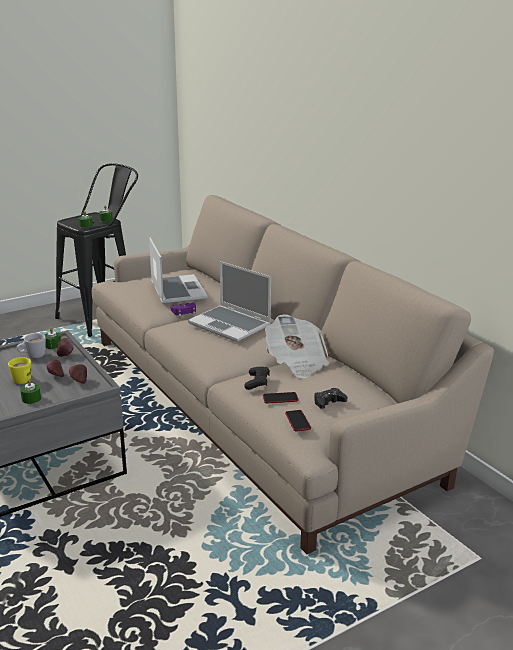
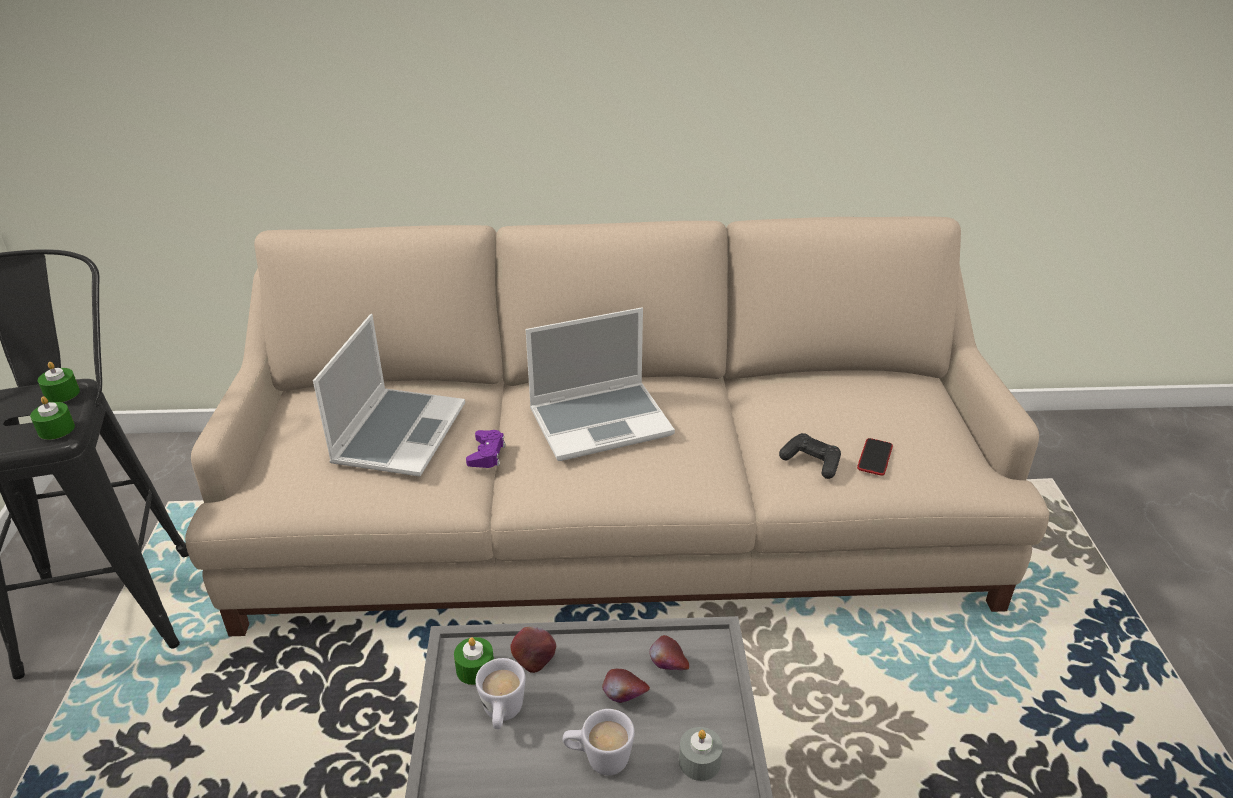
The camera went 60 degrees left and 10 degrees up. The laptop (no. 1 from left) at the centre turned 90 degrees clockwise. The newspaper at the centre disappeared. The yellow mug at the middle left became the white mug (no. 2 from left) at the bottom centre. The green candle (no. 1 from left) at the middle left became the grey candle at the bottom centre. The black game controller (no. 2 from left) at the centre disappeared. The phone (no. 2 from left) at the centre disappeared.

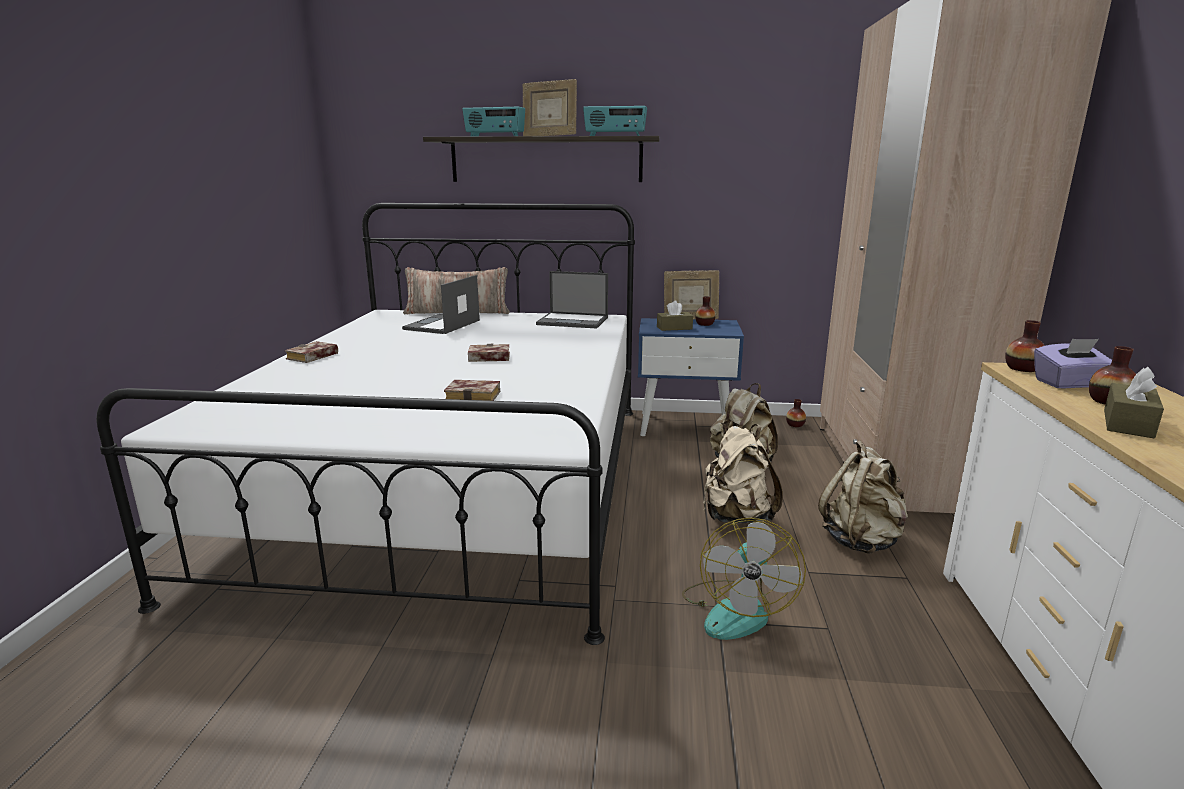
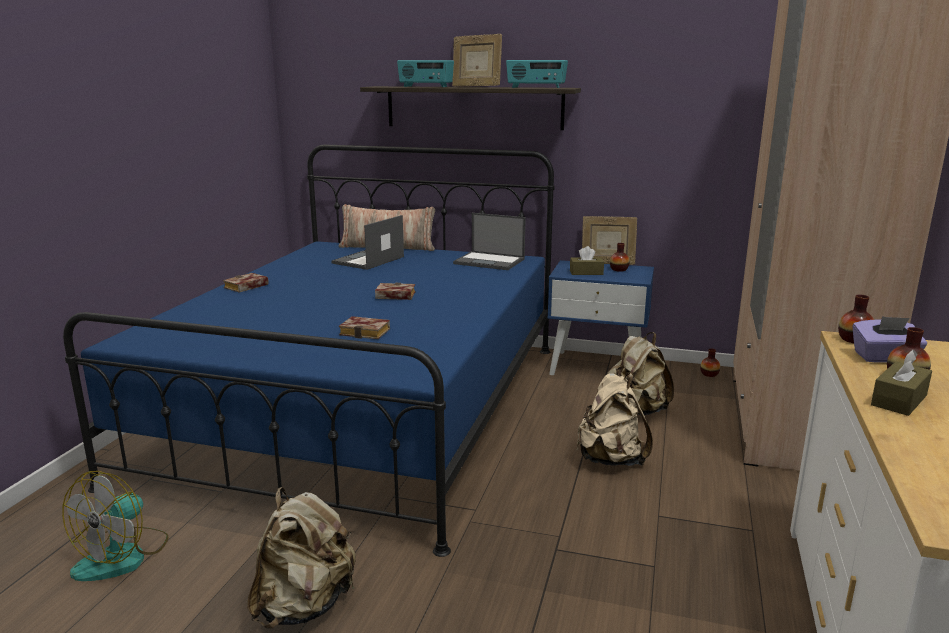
The camera went 10 degrees right and 0 degrees up. The white bed at the middle left became the blue bed at the middle left. The beige backpack (no. 3 from left in the first image) moved from the middle right to the bottom left. The fan moved from the bottom centre to the bottom left.

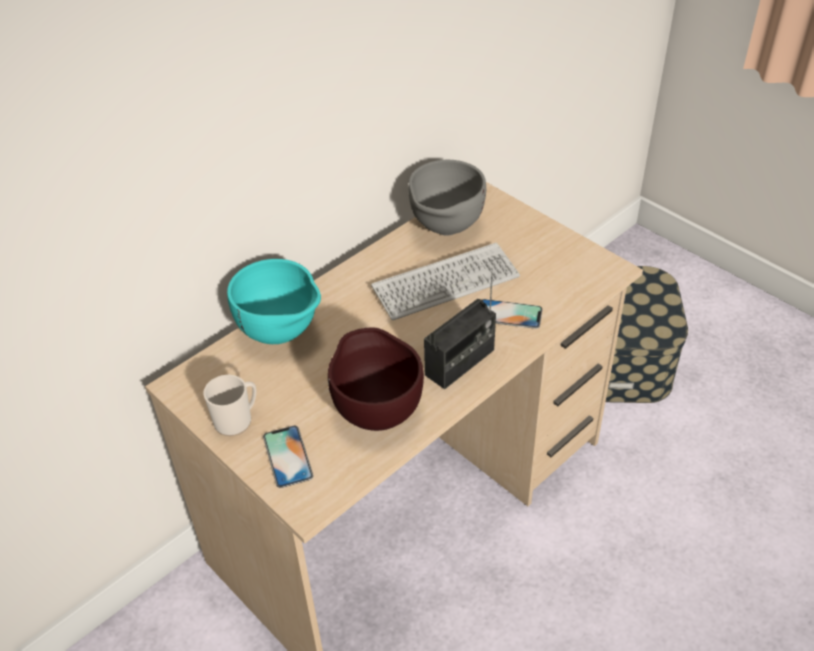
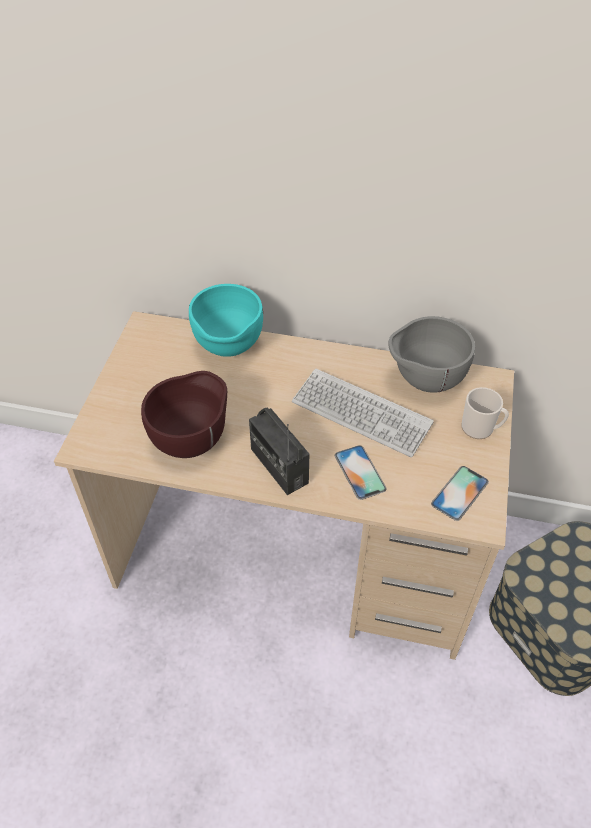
The camera went 55 degrees right and 5 degrees up. The radio at the centre turned 45 degrees clockwise. The mug moved from the middle left to the middle right. The phone (no. 1 from left in the first image) moved from the bottom centre to the middle right.

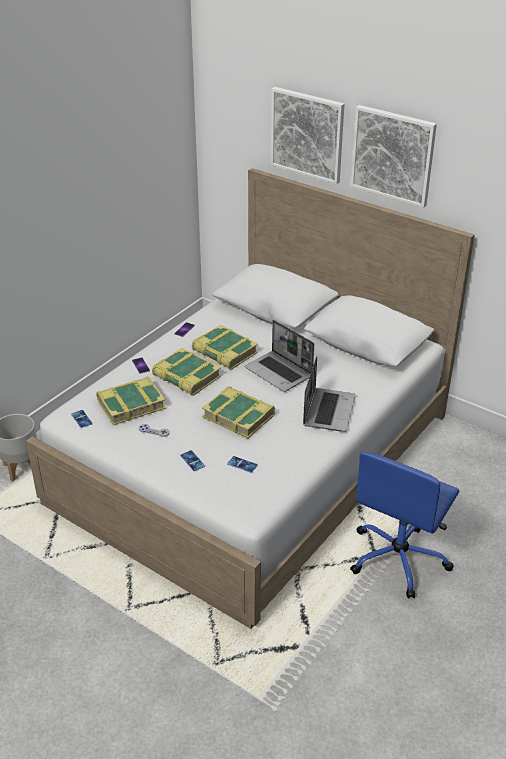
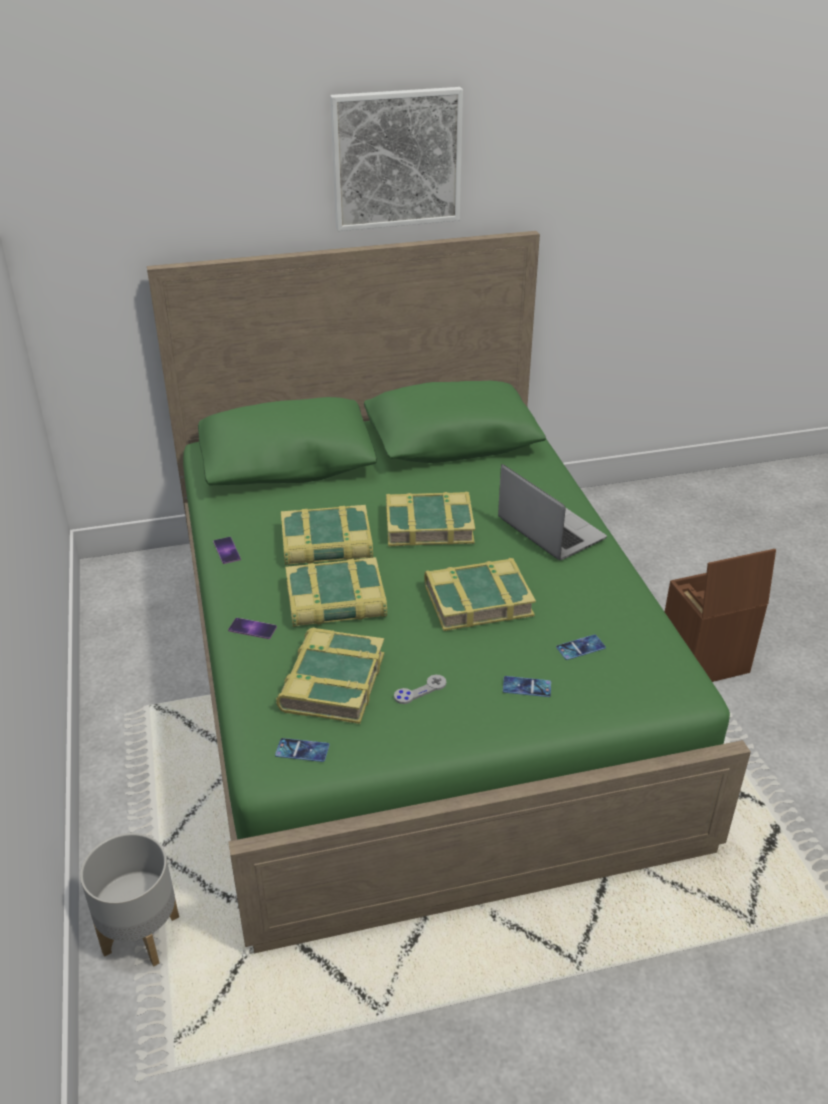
The camera went 50 degrees left and 0 degrees up. The picture (no. 1 from left) at the top centre disappeared. The white bed at the centre became the green bed at the centre. The laptop (no. 1 from left) at the centre was replaced by the book (no. 4 from left) at the centre. The blue office chair at the bottom right was replaced by the brown storage box at the middle right.

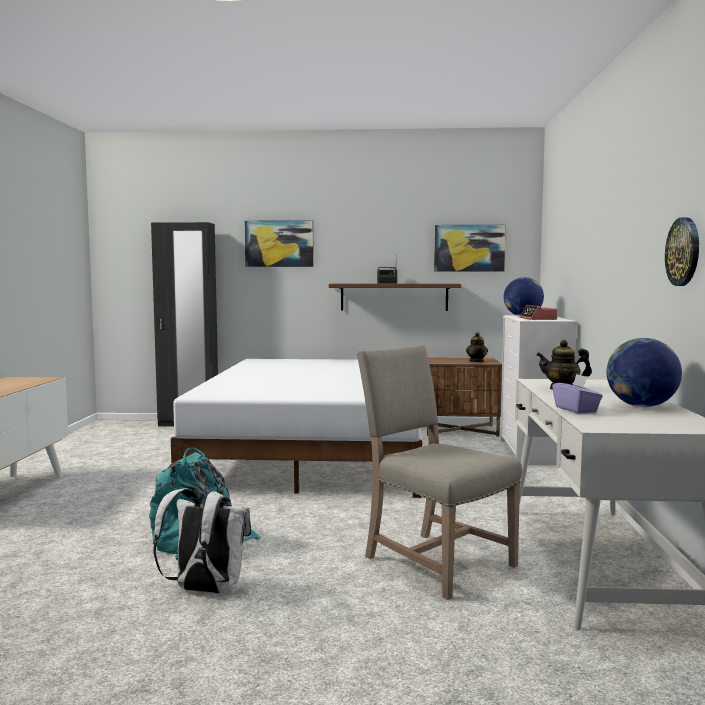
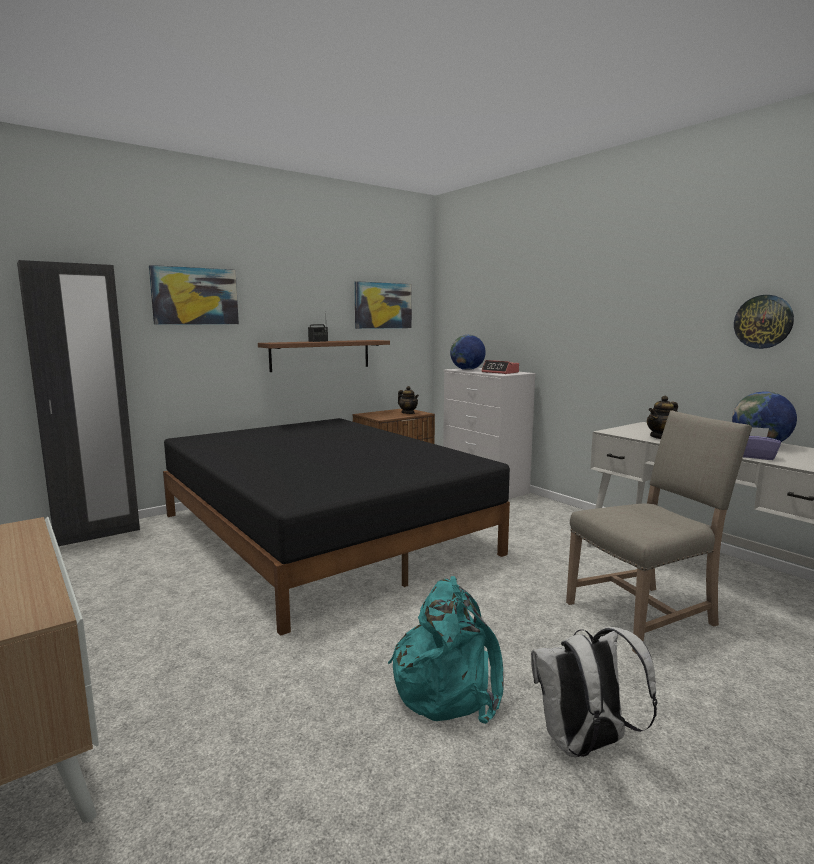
The camera went 40 degrees left and 5 degrees up. The beige chair at the bottom centre turned 150 degrees clockwise. The white bed at the centre became the black bed at the centre.

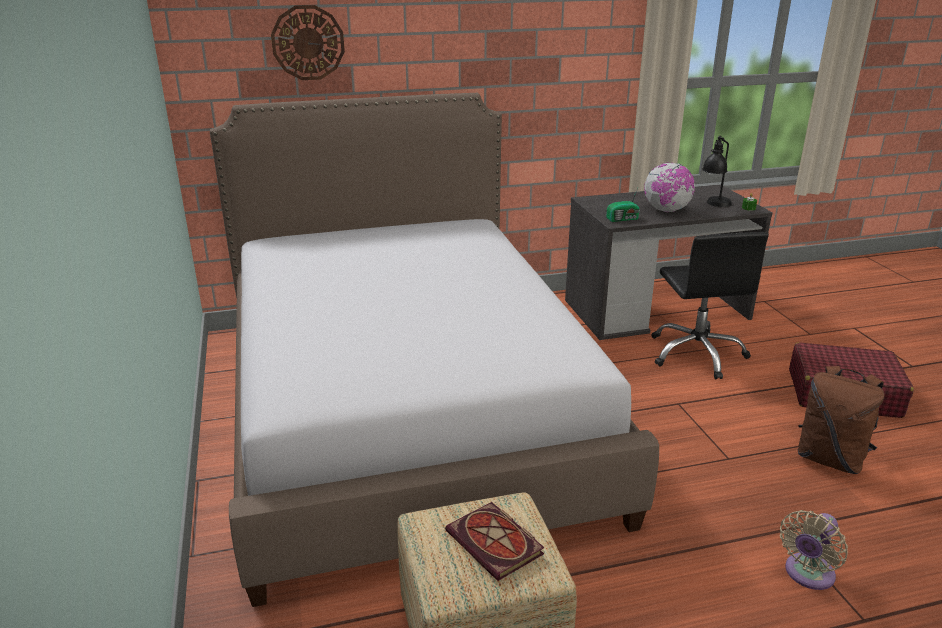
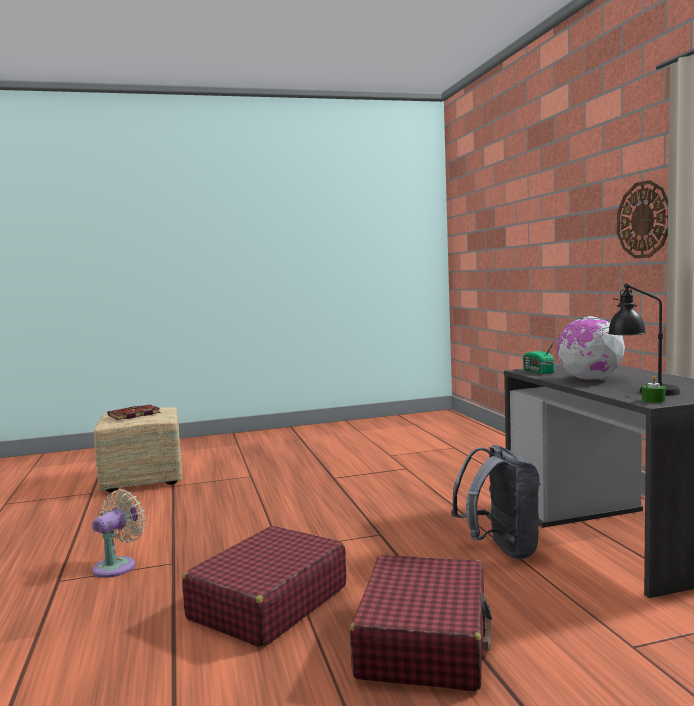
The camera went 90 degrees right and 20 degrees down. The wall clock moved from the top left to the top right. The bed at the centre disappeared. The black office chair at the middle right was replaced by the grey backpack at the bottom right. The brown backpack at the bottom right was replaced by the red suitcase (no. 1 from left) at the bottom centre. The beige fan at the bottom right turned 75 degrees clockwise.

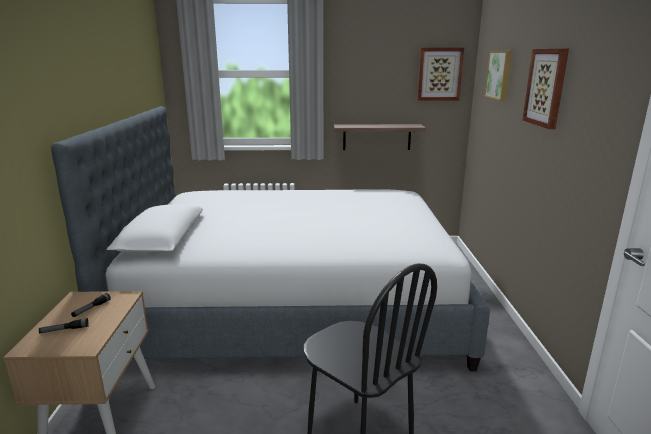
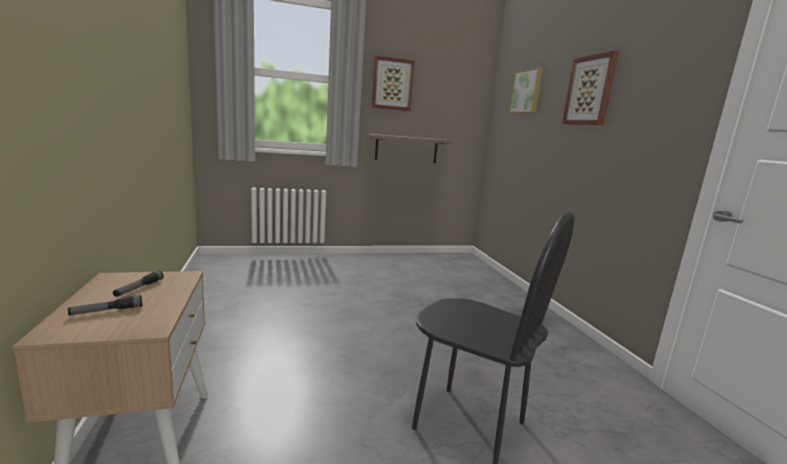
The camera went 15 degrees left and 5 degrees down. The picture (no. 1 from left) moved from the top right to the top centre. The bed at the centre disappeared.

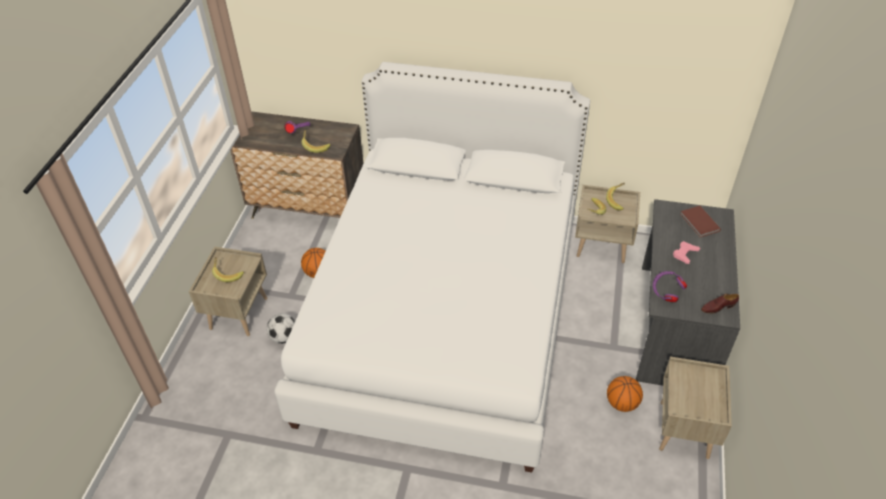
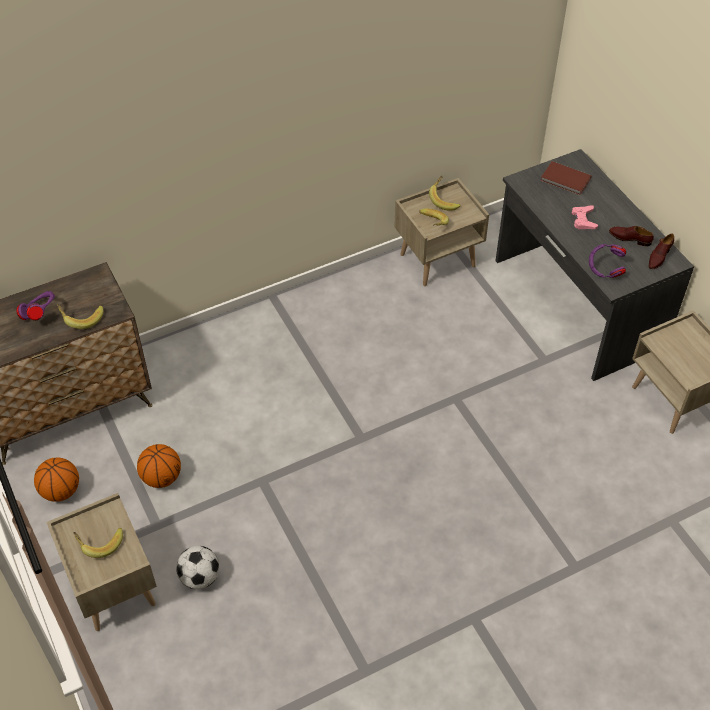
The camera went 40 degrees left and 5 degrees up. The white bed at the centre disappeared. The basketball (no. 2 from left in the first image) moved from the bottom right to the bottom left. The brown shoe (no. 1 from left) at the top right appeared.

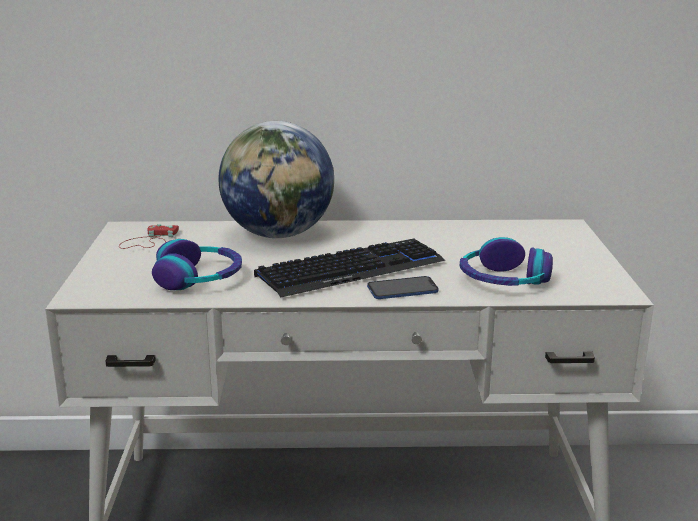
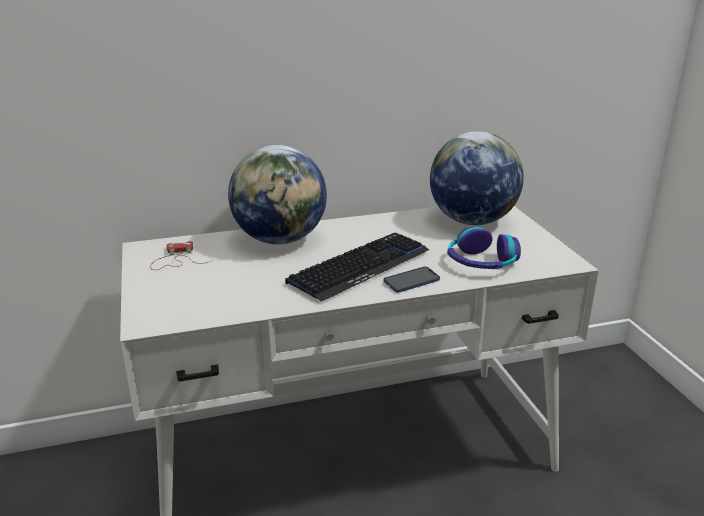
The camera went 15 degrees left and 5 degrees up. The headphones (no. 1 from left) at the middle left disappeared. The globe (no. 2 from left) at the middle right appeared.

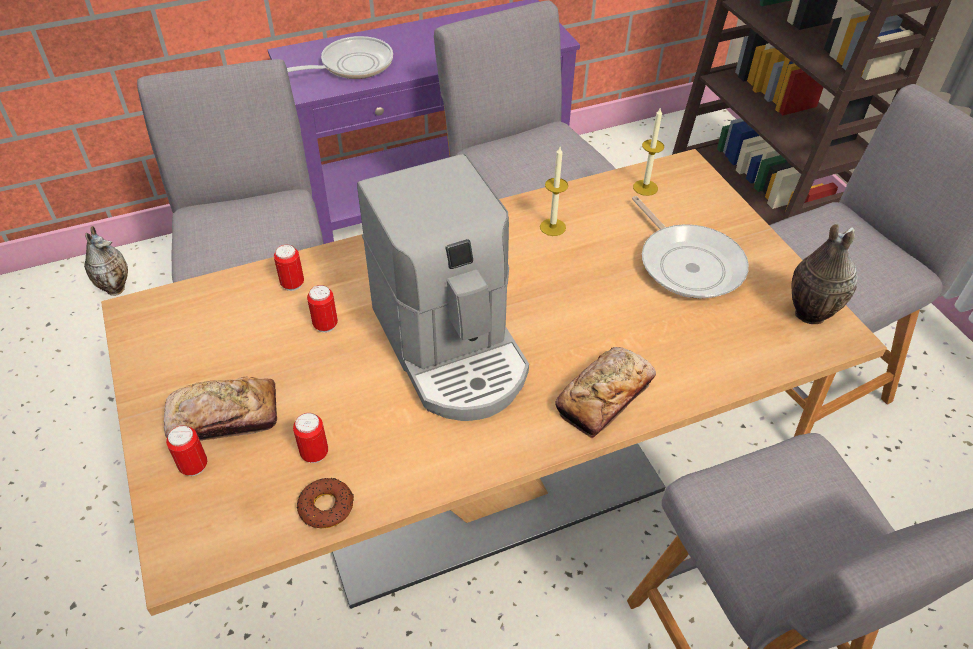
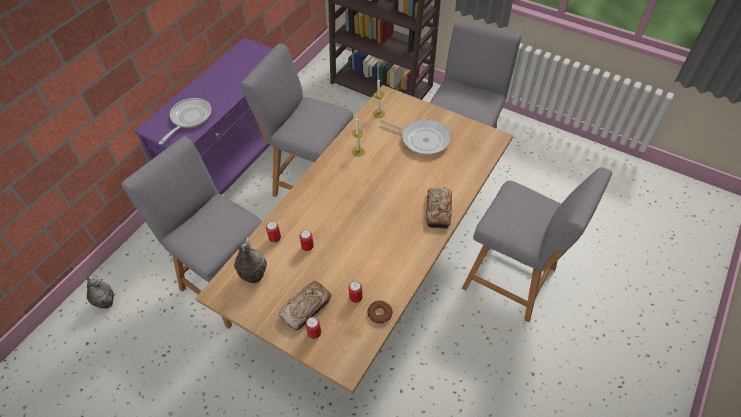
The camera went 35 degrees left and 5 degrees up. The coffee machine at the centre disappeared. The vase (no. 2 from left) moved from the middle right to the centre.

